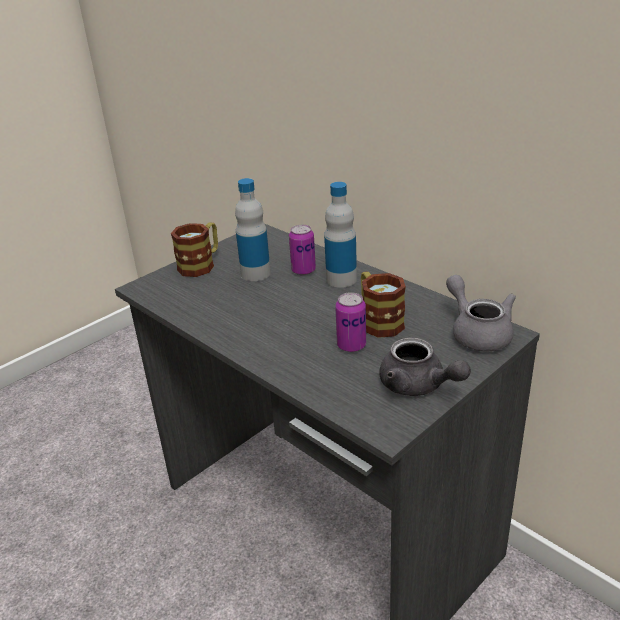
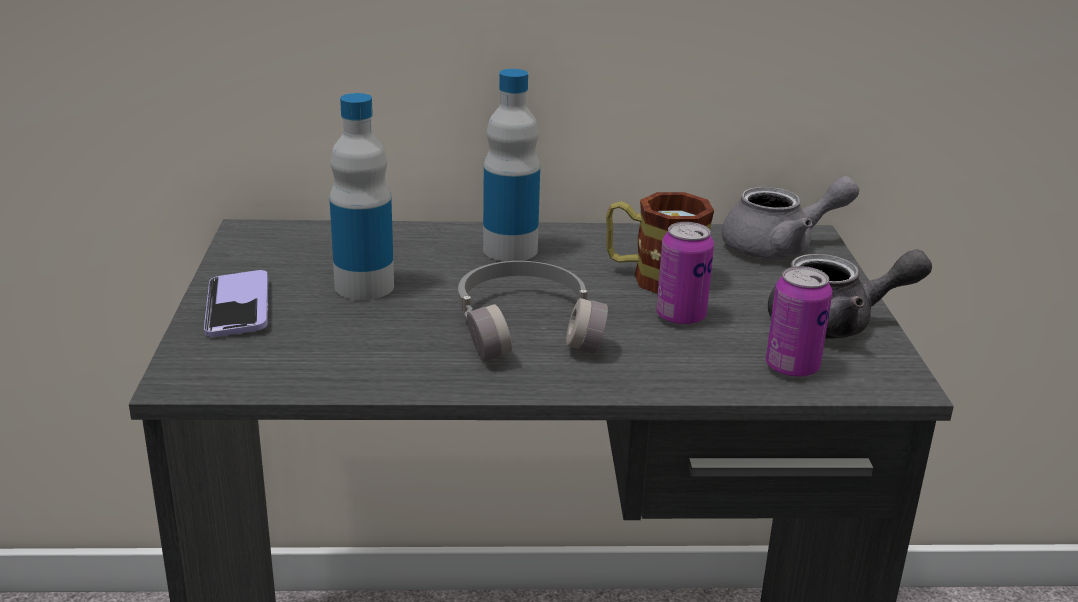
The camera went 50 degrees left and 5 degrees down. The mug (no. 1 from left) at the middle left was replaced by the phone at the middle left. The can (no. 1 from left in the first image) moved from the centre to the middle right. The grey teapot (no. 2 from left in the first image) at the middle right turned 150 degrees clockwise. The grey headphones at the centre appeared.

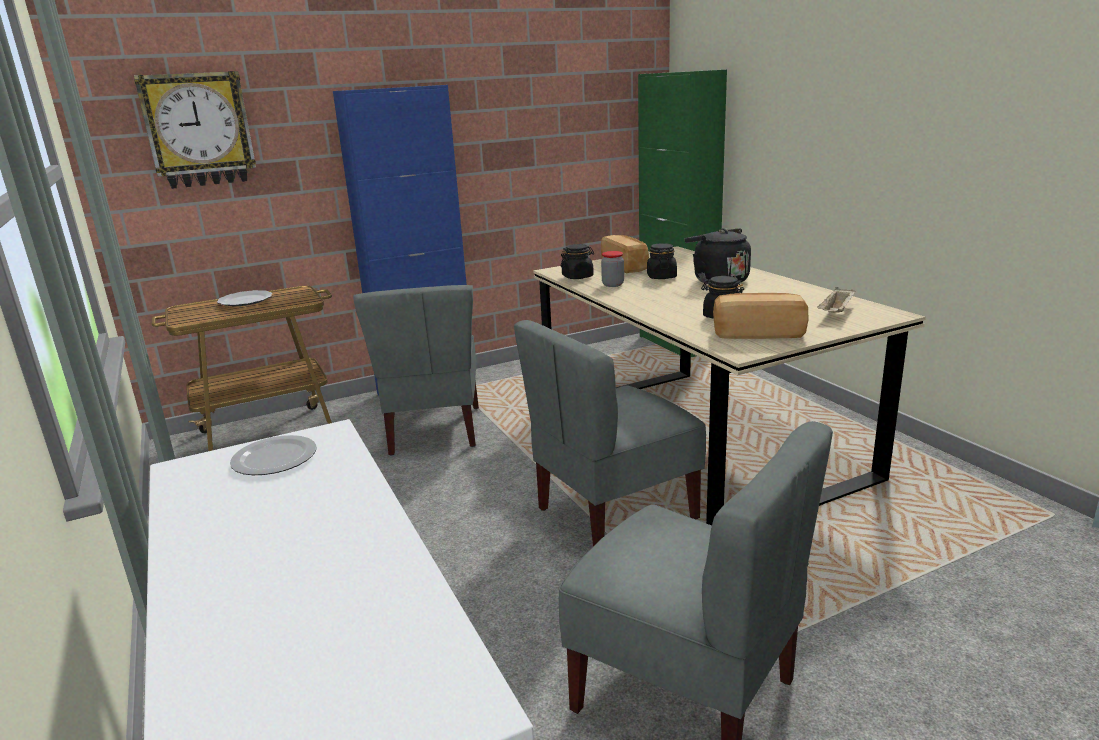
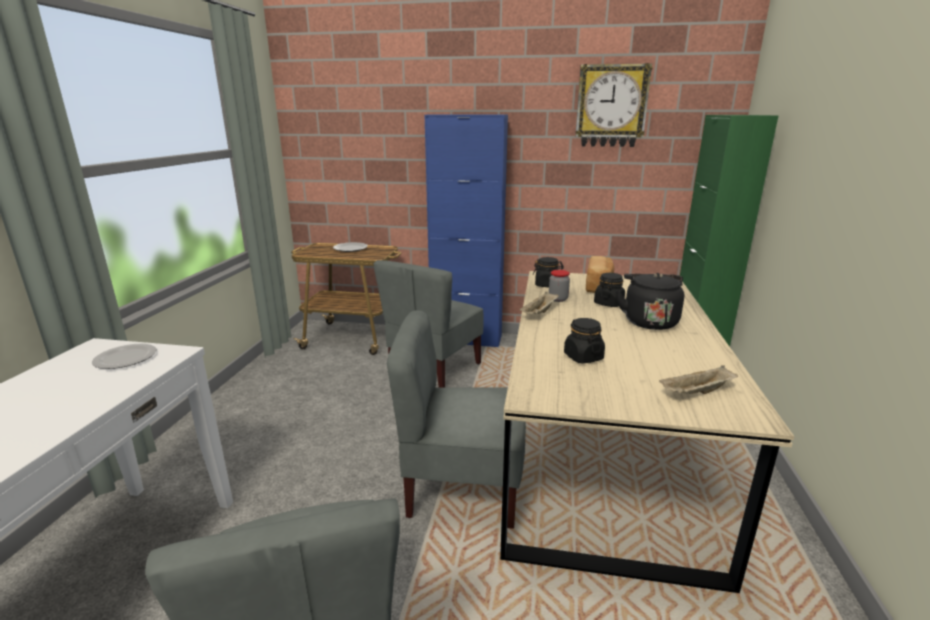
The camera went 35 degrees right and 0 degrees up. The wall clock moved from the top left to the top centre. The bread (no. 2 from left) at the middle right disappeared. The beige tray (no. 1 from left) at the centre appeared.

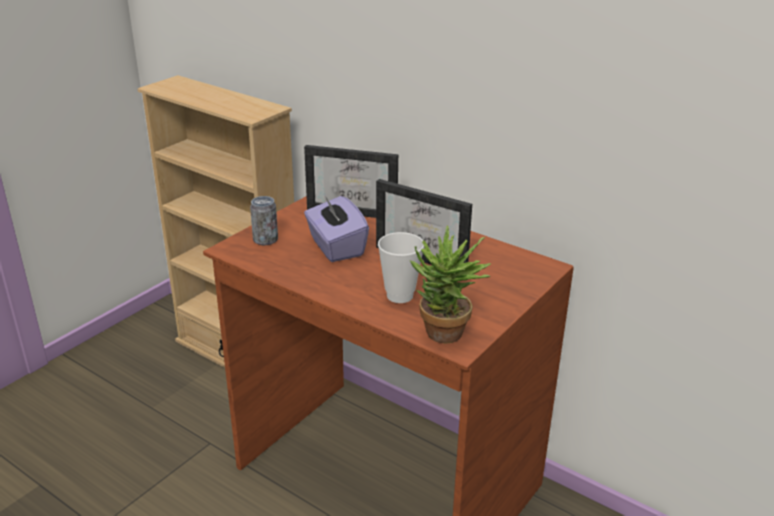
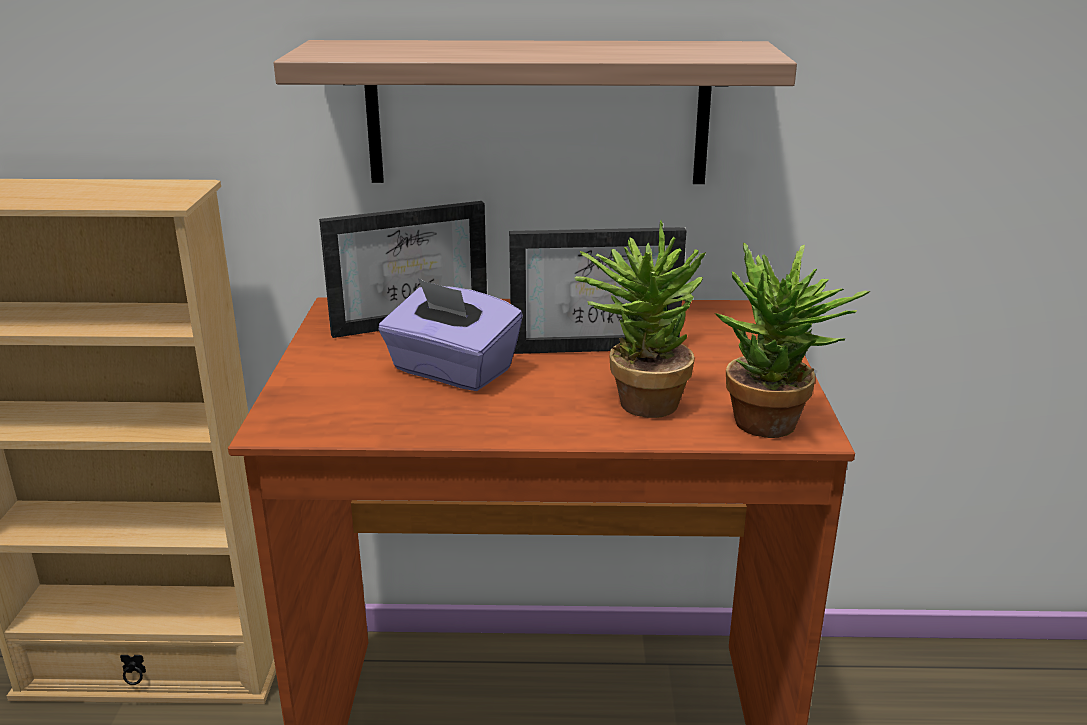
The camera went 35 degrees left and 5 degrees down. The can at the centre disappeared. The cup at the centre was replaced by the potted plant (no. 1 from left) at the centre. The shelf at the top centre appeared.

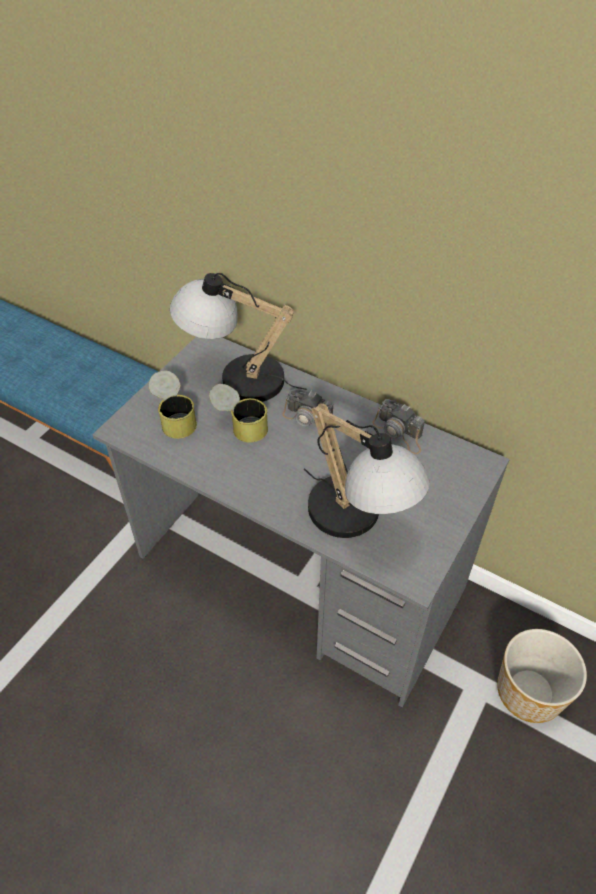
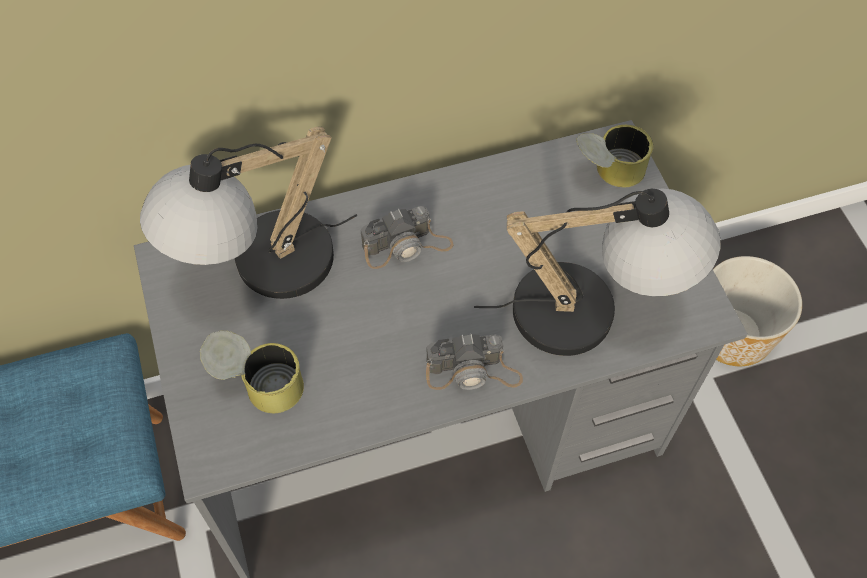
The camera went 50 degrees left and 10 degrees up. The can (no. 2 from left) moved from the centre to the top right. The photo camera (no. 2 from left) moved from the middle right to the centre.

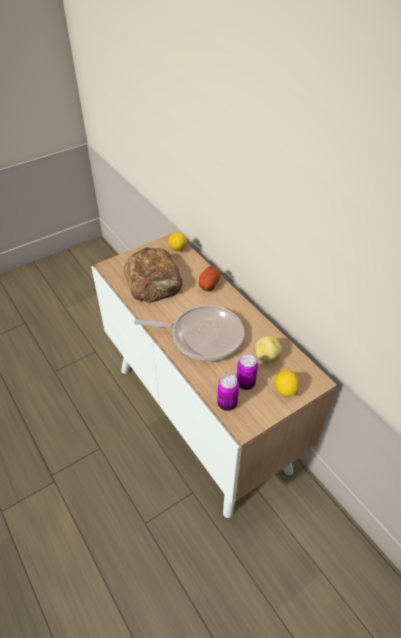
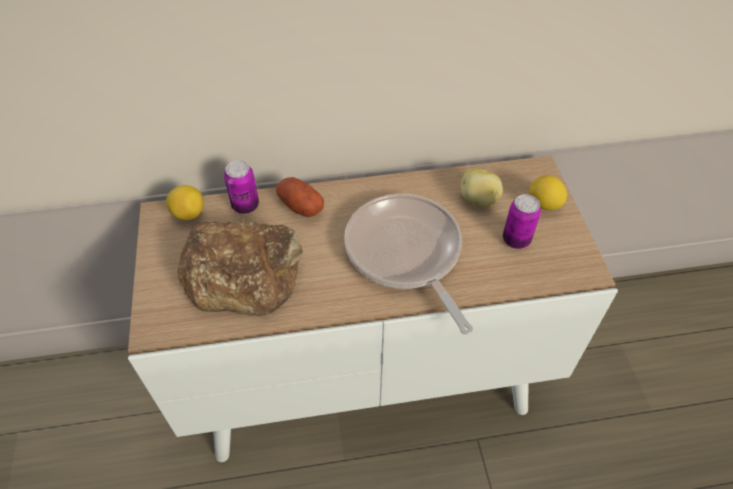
The camera went 65 degrees left and 5 degrees up. The frying pan at the centre turned 60 degrees counterclockwise. The can (no. 1 from left) moved from the centre to the middle left.

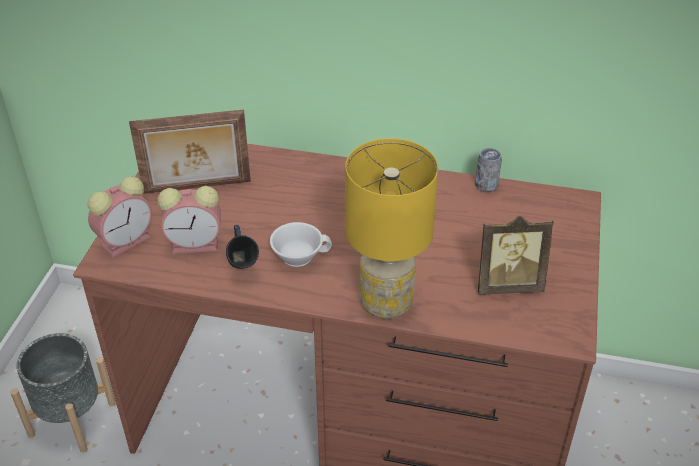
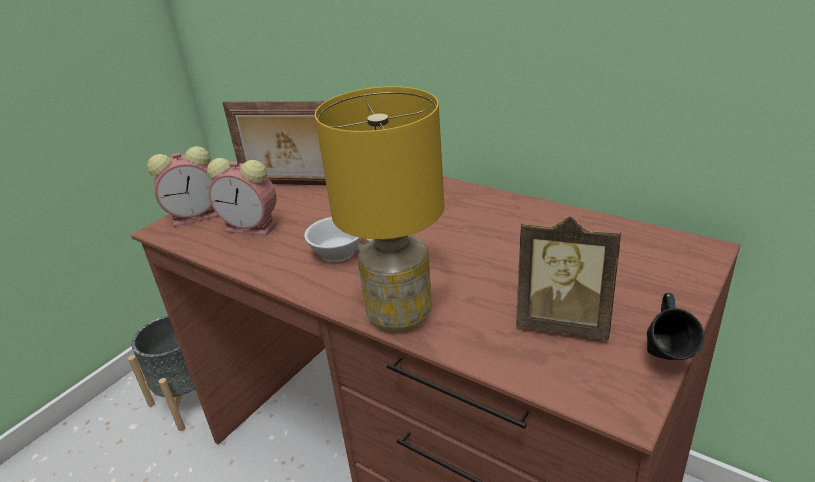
The camera went 25 degrees right and 10 degrees down. The can at the middle right disappeared. The blue mug moved from the centre to the bottom right.

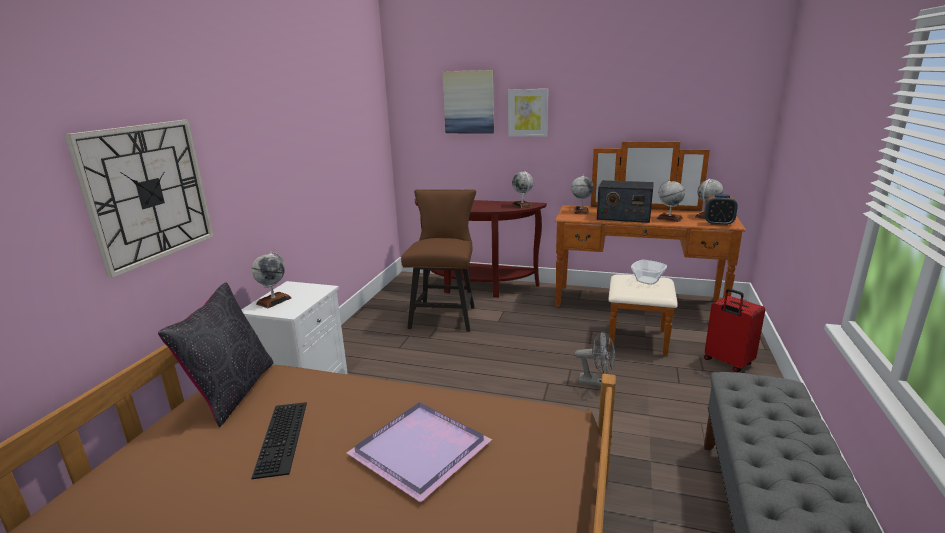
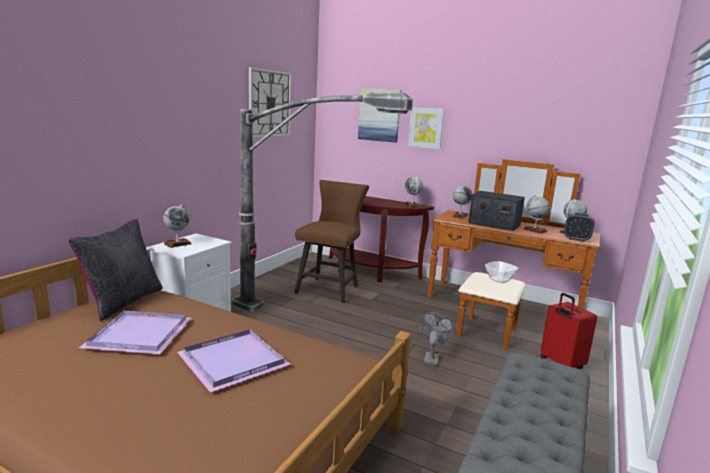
The camera went 10 degrees right and 5 degrees down. The wall clock moved from the middle left to the top centre. The grey fan at the bottom centre turned 105 degrees counterclockwise. The keyboard at the bottom left was replaced by the purple tray (no. 1 from left) at the bottom left. The floor lamp at the centre appeared.

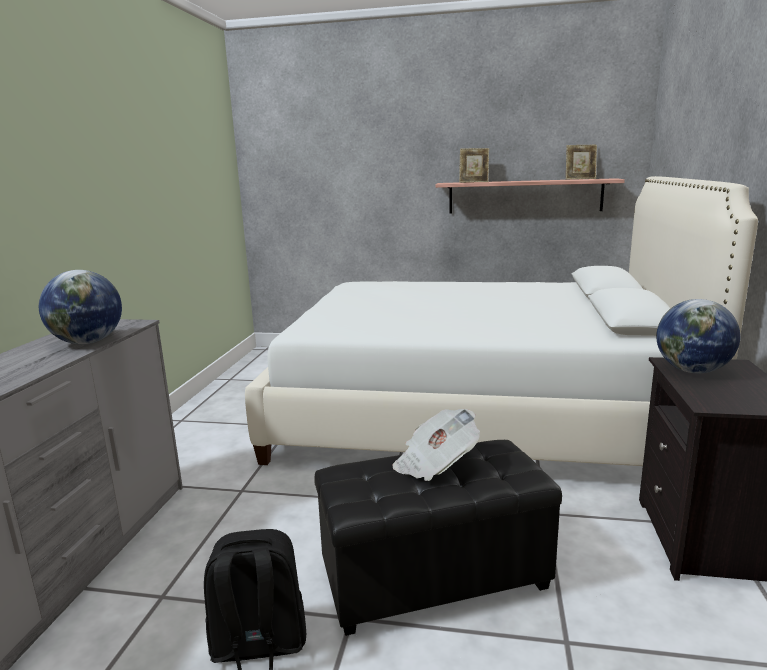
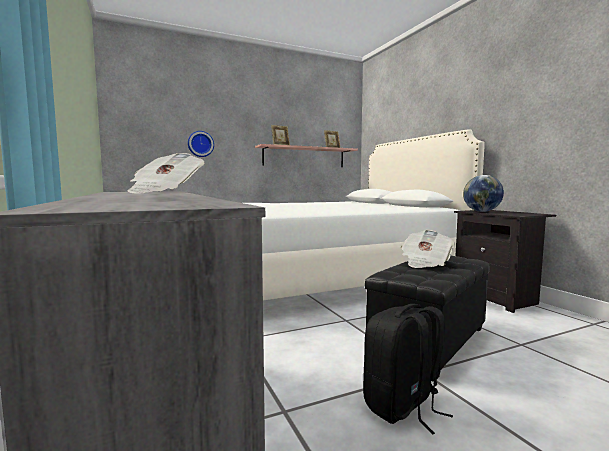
The camera went 35 degrees left and 10 degrees down. The globe (no. 1 from left) at the middle left was replaced by the newspaper (no. 1 from left) at the middle left. The wall clock at the top left appeared.

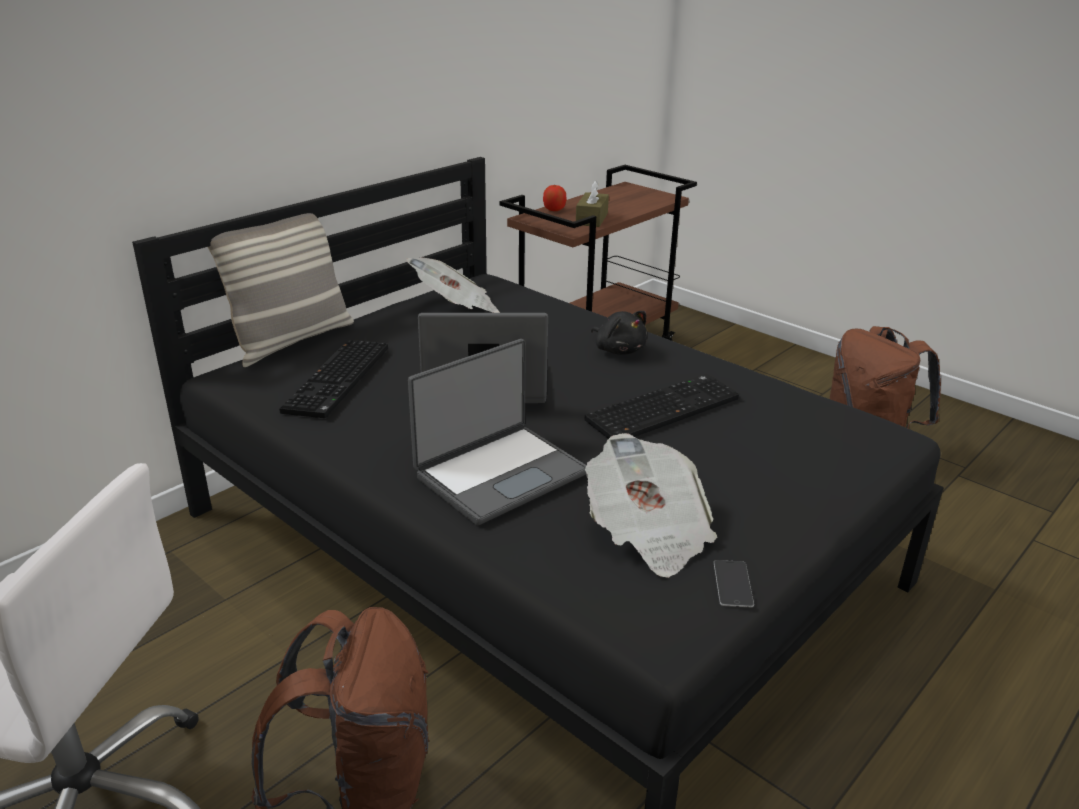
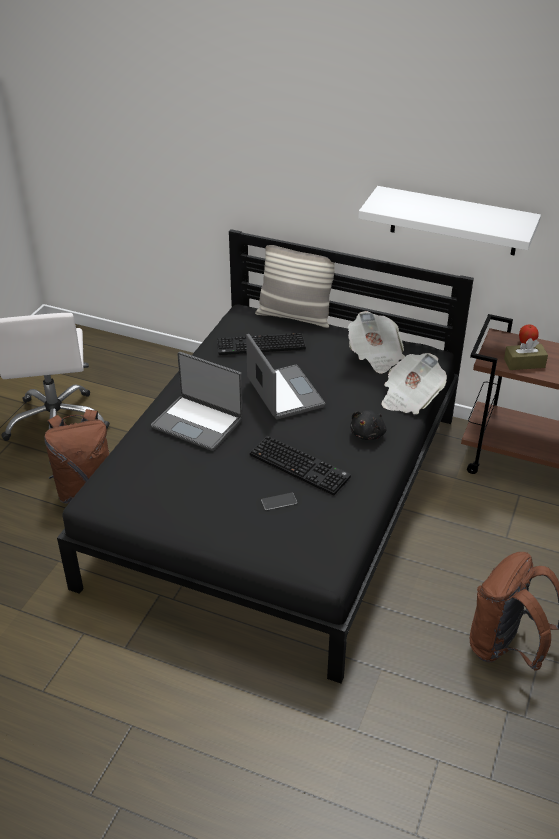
The camera went 70 degrees right and 10 degrees up. The newspaper (no. 2 from left) moved from the centre to the middle right. The phone moved from the bottom right to the centre. The white shelf at the top right appeared.

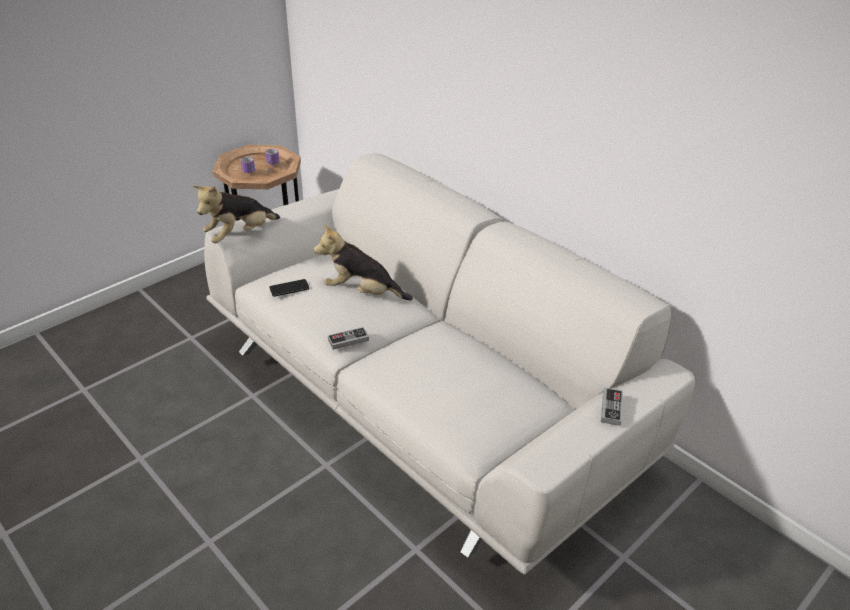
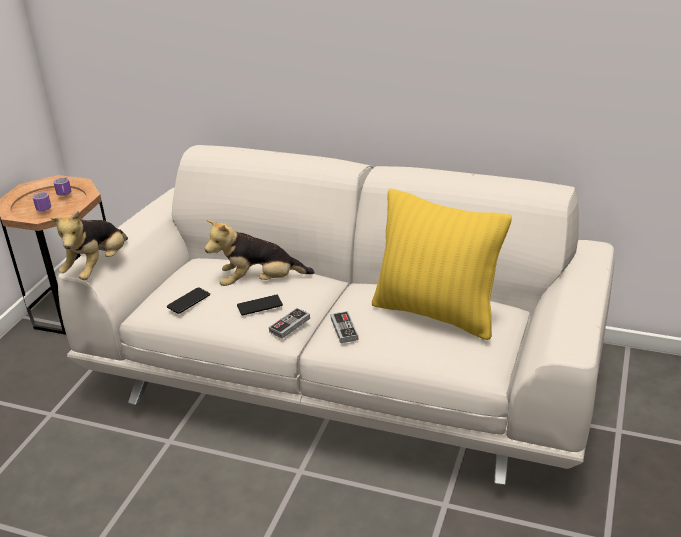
The camera went 25 degrees left and 5 degrees down. The game controller (no. 2 from left) moved from the middle right to the centre. The yellow pillow at the centre appeared. The phone (no. 2 from left) at the centre appeared.

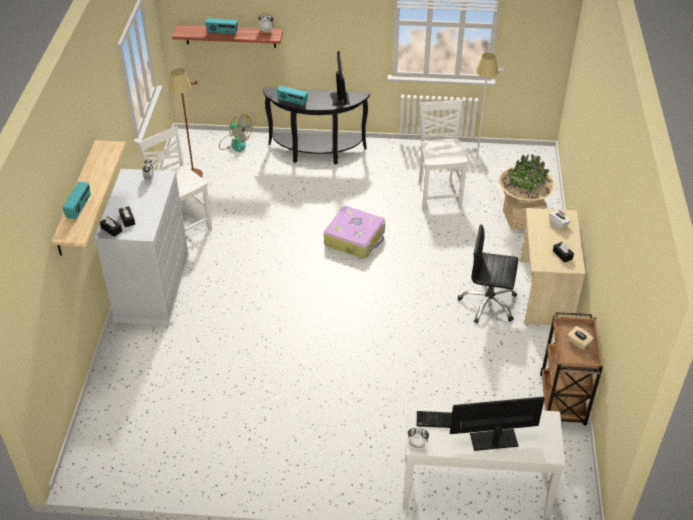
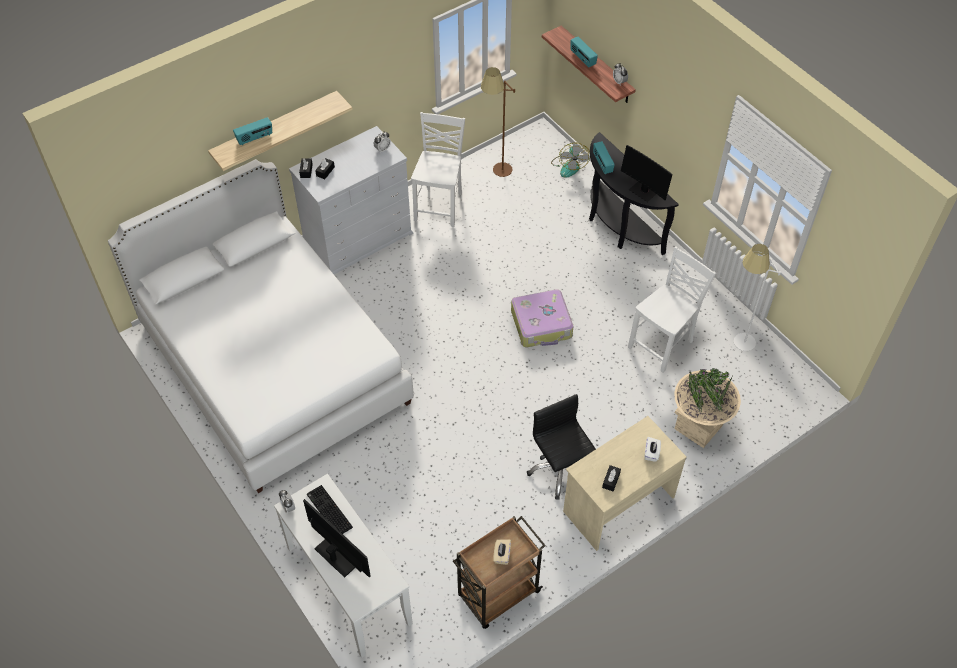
The camera went 50 degrees right and 10 degrees up. The monitor (no. 1 from left in the first image) at the top centre turned 90 degrees clockwise. The white bed at the middle left appeared.

